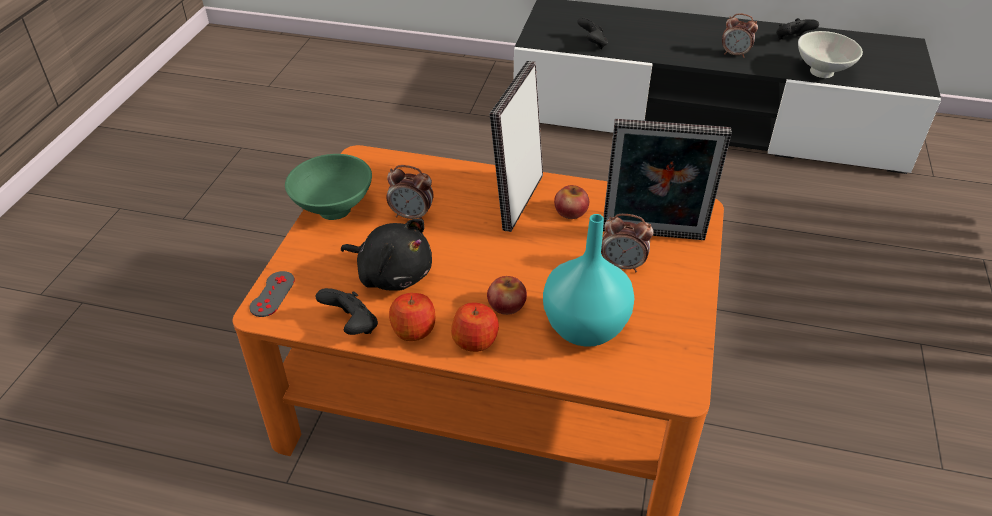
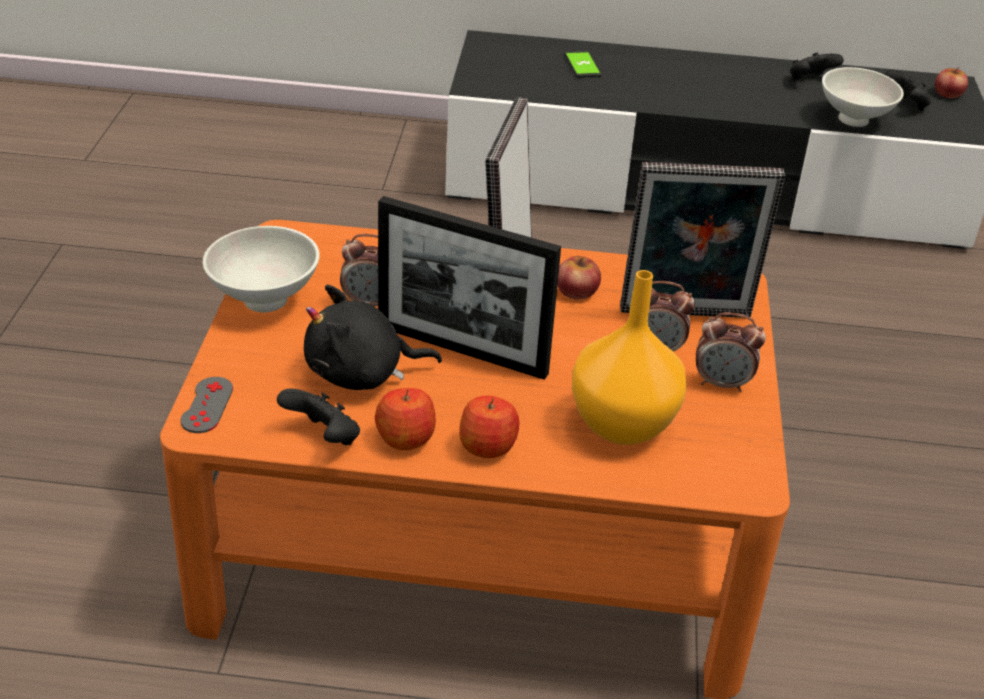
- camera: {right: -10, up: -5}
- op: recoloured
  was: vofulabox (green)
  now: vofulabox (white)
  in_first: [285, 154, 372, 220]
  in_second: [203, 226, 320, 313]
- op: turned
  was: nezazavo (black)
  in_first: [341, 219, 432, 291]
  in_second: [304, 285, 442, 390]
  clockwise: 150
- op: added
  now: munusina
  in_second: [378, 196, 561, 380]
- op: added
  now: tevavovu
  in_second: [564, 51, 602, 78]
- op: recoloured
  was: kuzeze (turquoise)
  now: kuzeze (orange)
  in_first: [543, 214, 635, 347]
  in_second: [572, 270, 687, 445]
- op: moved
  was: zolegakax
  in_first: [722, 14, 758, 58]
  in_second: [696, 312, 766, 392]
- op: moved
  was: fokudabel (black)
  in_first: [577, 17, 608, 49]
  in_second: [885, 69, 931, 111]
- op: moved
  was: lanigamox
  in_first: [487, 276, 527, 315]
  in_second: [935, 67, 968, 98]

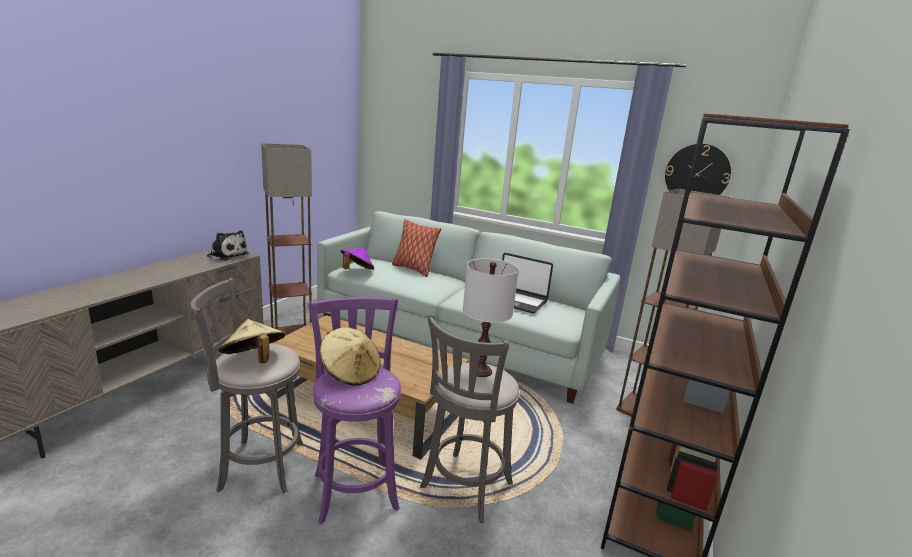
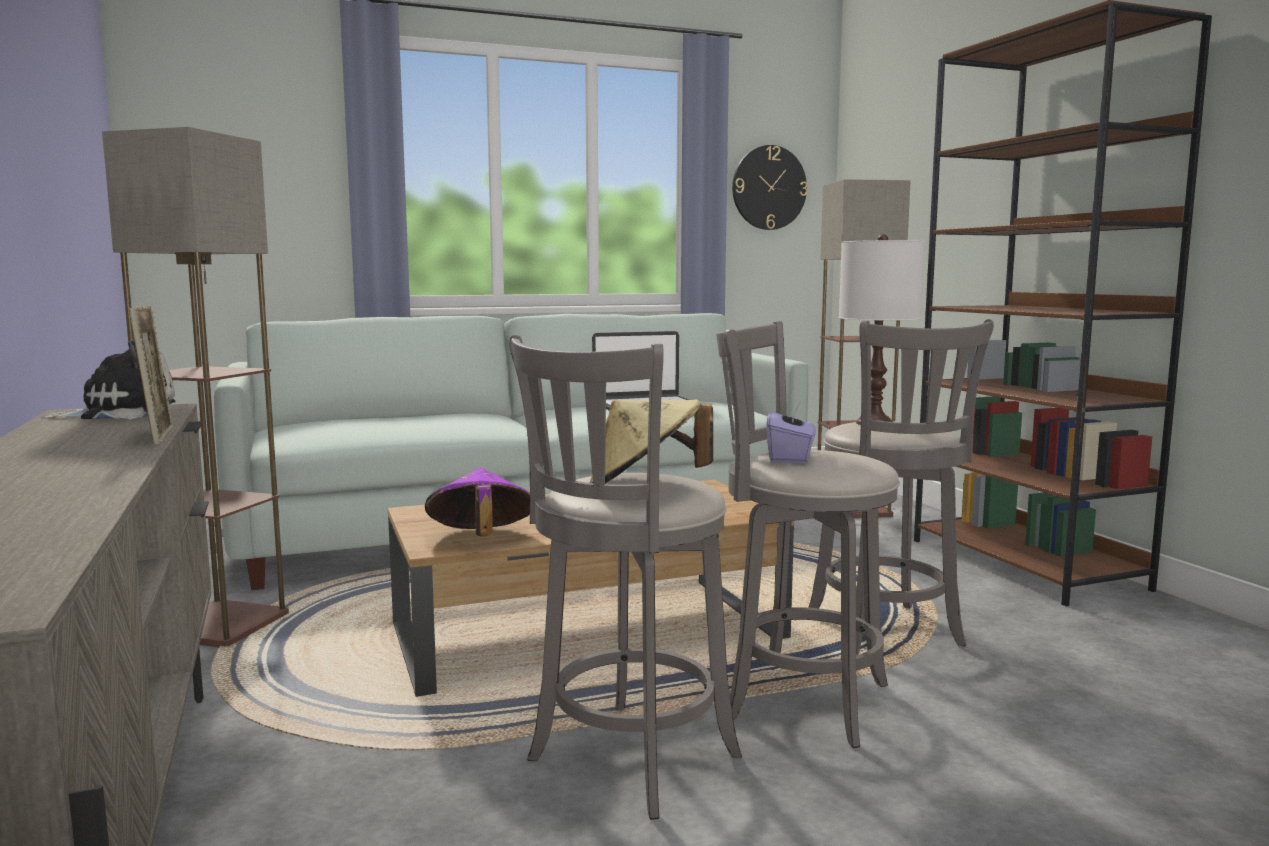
- camera: {right: -45, up: -10}
- op: added
  now: munusina
  in_second: [129, 306, 173, 444]
- op: moved
  was: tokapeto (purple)
  in_first: [341, 248, 374, 270]
  in_second: [425, 468, 530, 536]
- op: recoloured
  was: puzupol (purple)
  now: puzupol (grey)
  in_first: [308, 297, 401, 524]
  in_second: [716, 321, 900, 748]
- op: replaced
  was: tokapeto (beige)
  now: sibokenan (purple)
  in_first: [320, 327, 381, 386]
  in_second: [766, 401, 816, 463]
- op: removed
  was: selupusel
  in_first: [392, 219, 441, 277]

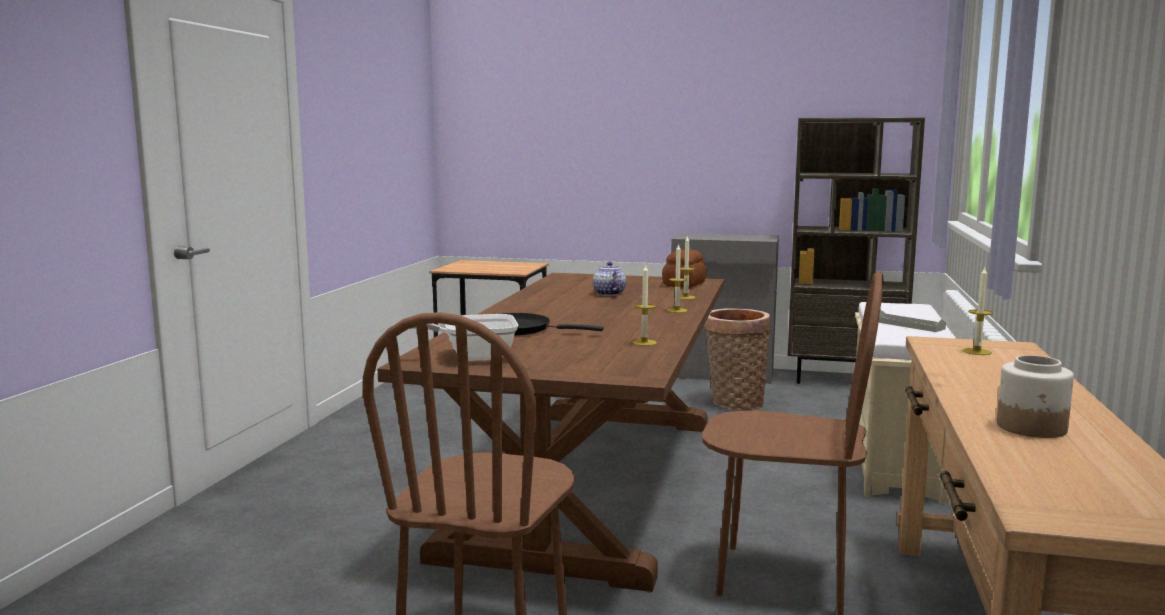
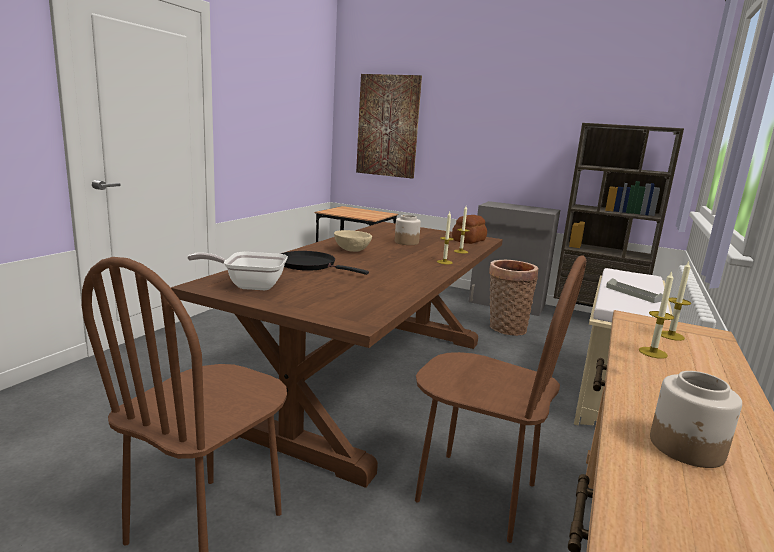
- camera: {right: 10, up: 5}
- op: added
  now: vofulabox (beige)
  in_second: [334, 230, 372, 252]
- op: added
  now: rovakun
  in_second: [356, 74, 422, 179]
- op: replaced
  was: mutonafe
  now: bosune
  in_first: [593, 262, 626, 296]
  in_second: [395, 215, 421, 245]
- op: moved
  was: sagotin
  in_first: [632, 265, 657, 346]
  in_second: [639, 271, 675, 359]

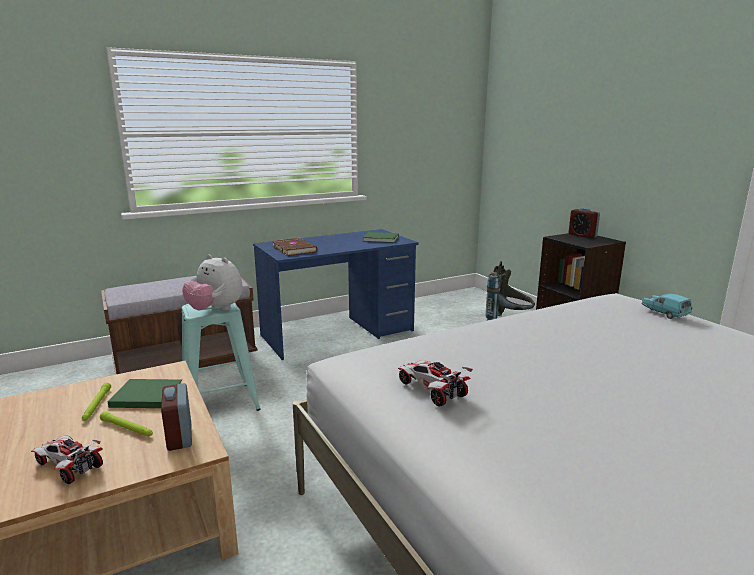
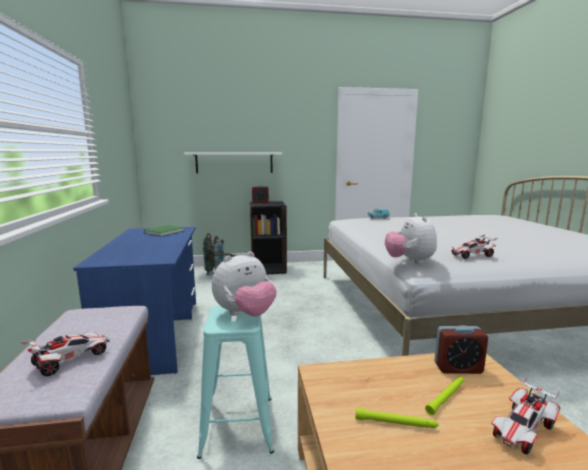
- camera: {right: -70, up: -5}
- op: added
  now: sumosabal
  in_second: [21, 332, 109, 376]
- op: added
  now: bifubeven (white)
  in_second: [184, 152, 282, 173]
- op: added
  now: nezazavo
  in_second: [385, 213, 437, 264]
- op: removed
  was: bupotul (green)
  in_first: [107, 379, 182, 408]
- op: removed
  was: bupotul (brown)
  in_first: [272, 238, 317, 256]

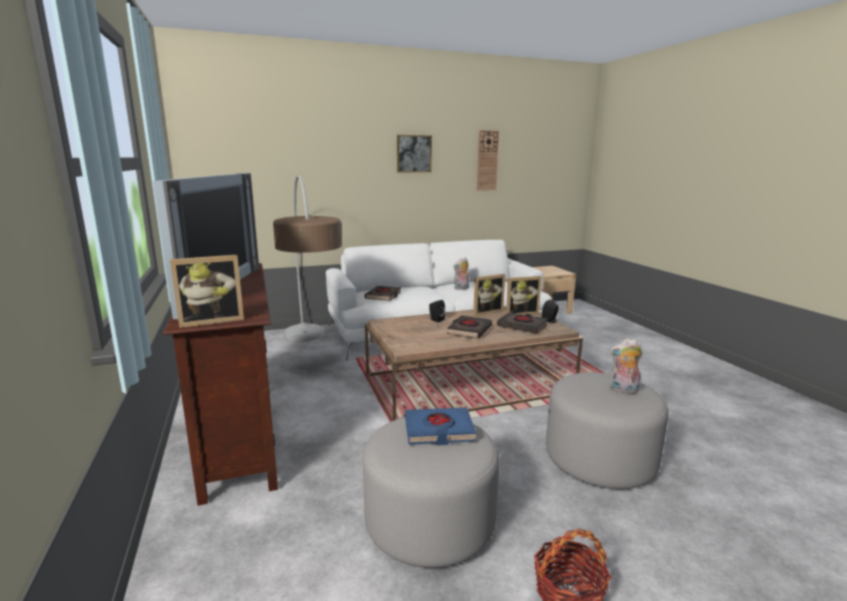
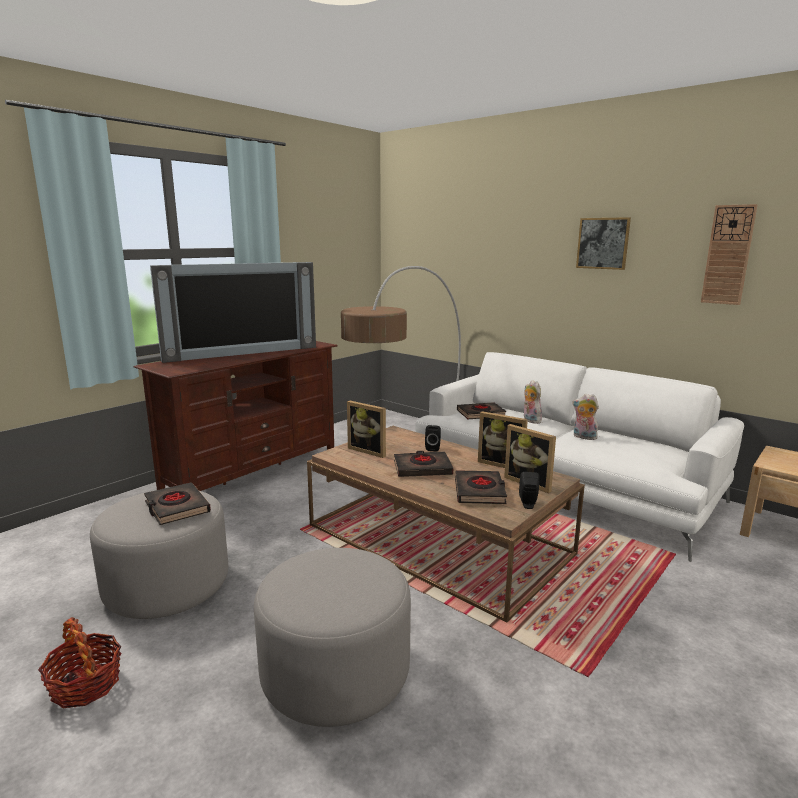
- camera: {right: 60, up: 0}
- op: recoloured
  was: bupotul (blue)
  now: bupotul (black)
  in_first: [405, 407, 476, 445]
  in_second: [144, 482, 211, 525]
- op: moved
  was: munusina
  in_first: [170, 255, 244, 328]
  in_second: [347, 401, 386, 458]
- op: moved
  was: nezazavo
  in_first: [609, 339, 643, 394]
  in_second: [524, 380, 542, 424]

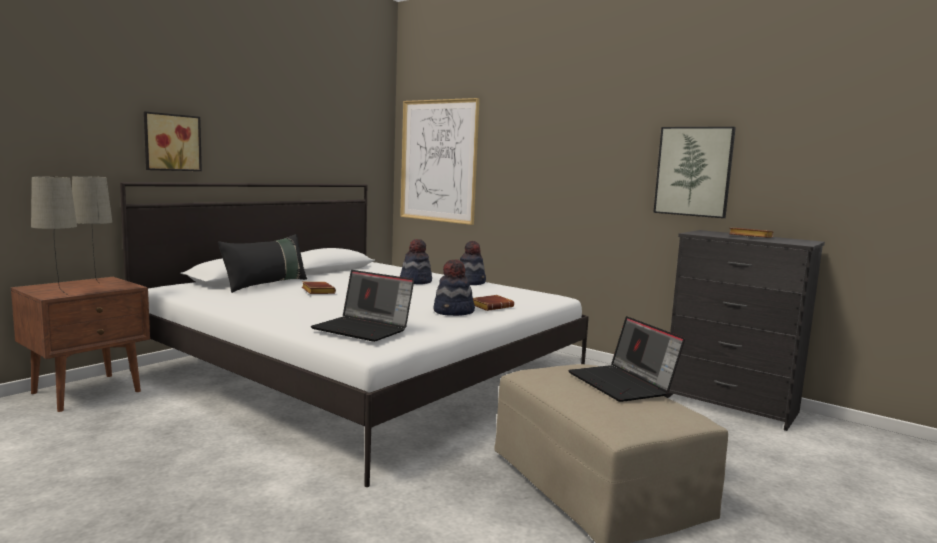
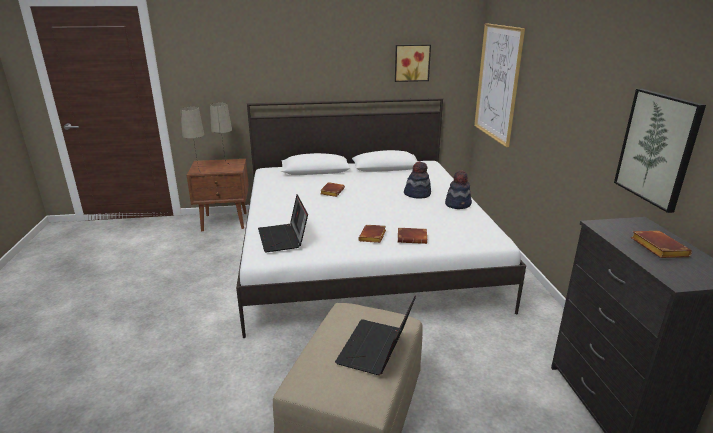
- camera: {right: 45, up: 15}
- op: replaced
  was: tokapeto
  now: bupotul (brown)
  in_first: [433, 260, 475, 316]
  in_second: [358, 225, 386, 243]
- op: moved
  was: rovakun
  in_first: [144, 111, 202, 171]
  in_second: [395, 44, 431, 82]
- op: removed
  was: selupusel (black)
  in_first: [218, 234, 307, 293]

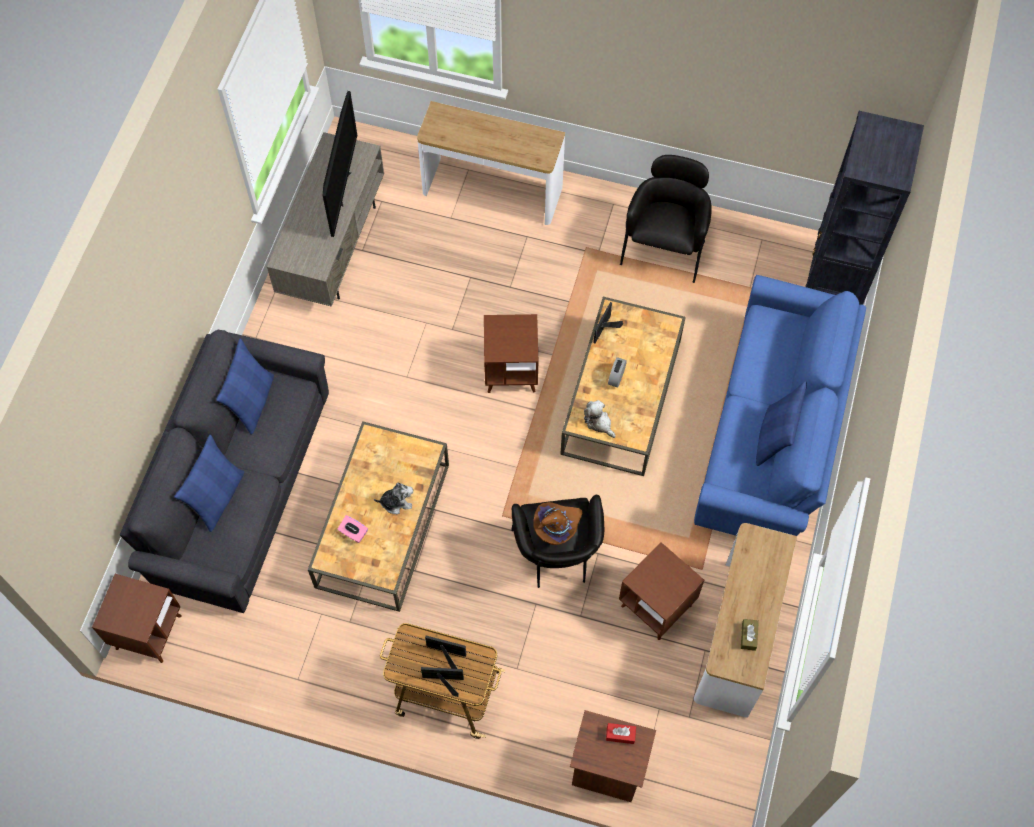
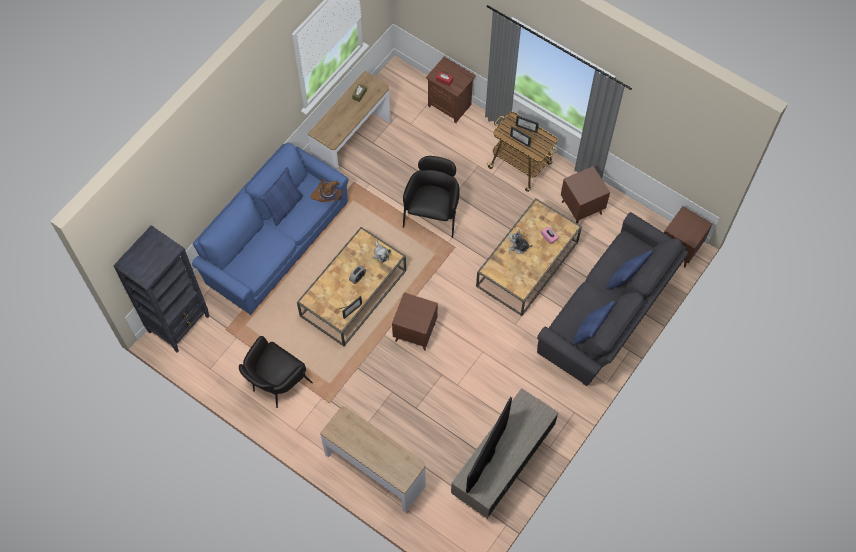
- camera: {right: -160, up: 0}
- op: moved
  was: tokapeto (brown)
  in_first: [533, 502, 582, 545]
  in_second: [310, 179, 342, 202]
- op: moved
  was: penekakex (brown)
  in_first: [619, 542, 704, 640]
  in_second: [561, 166, 610, 224]

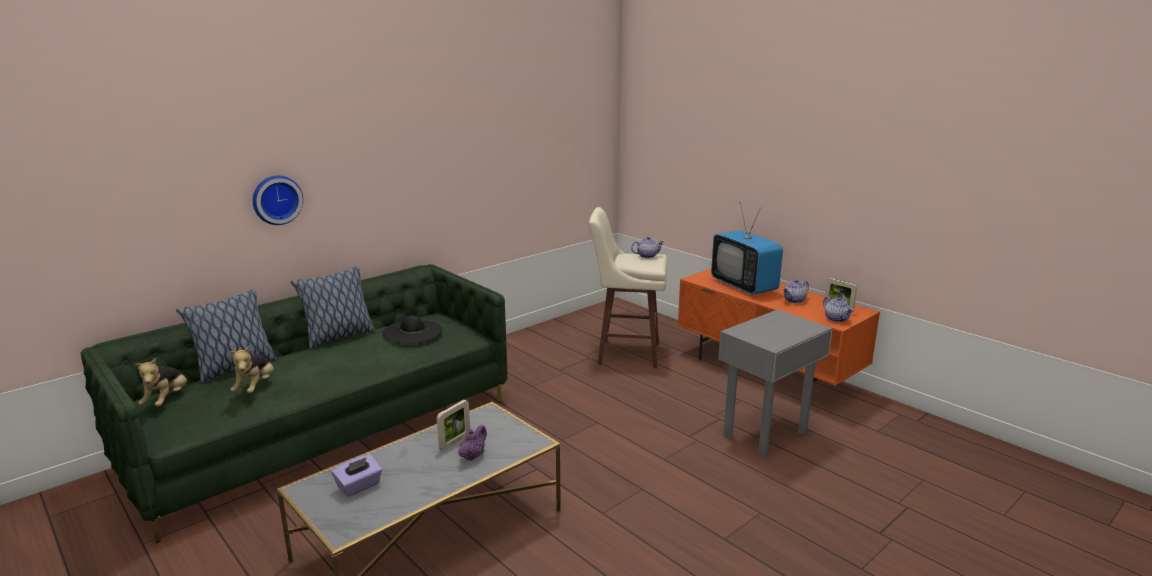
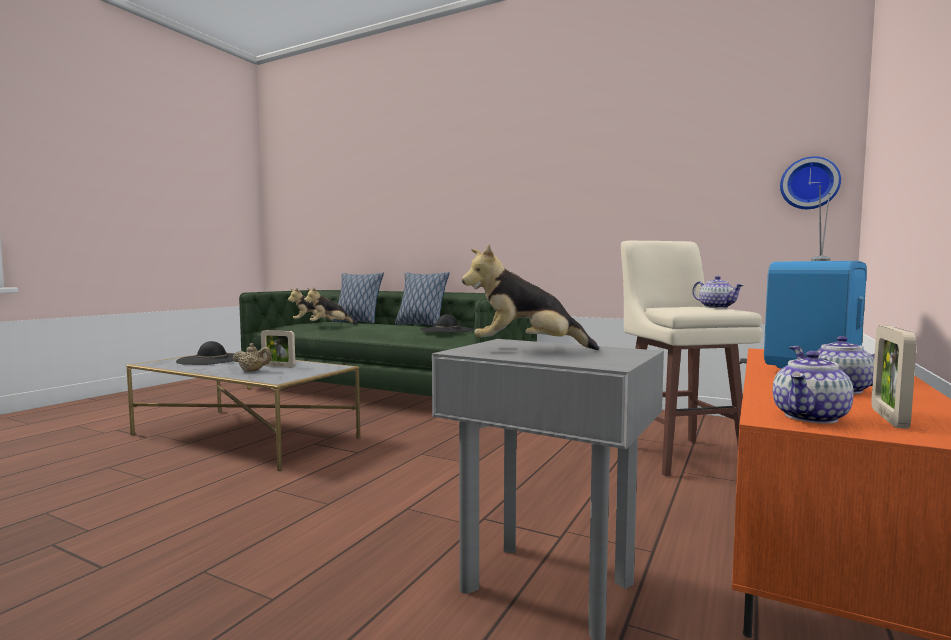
- camera: {right: 70, up: -15}
- op: replaced
  was: sibokenan (purple)
  now: tokapeto (black)
  in_first: [332, 455, 382, 497]
  in_second: [176, 341, 234, 365]
- op: recoloured
  was: mutonafe (purple)
  now: mutonafe (beige)
  in_first: [458, 425, 487, 461]
  in_second: [233, 343, 272, 372]
- op: added
  now: nezazavo
  in_second: [462, 244, 599, 350]
- op: moved
  was: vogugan
  in_first: [253, 175, 303, 225]
  in_second: [780, 156, 841, 209]

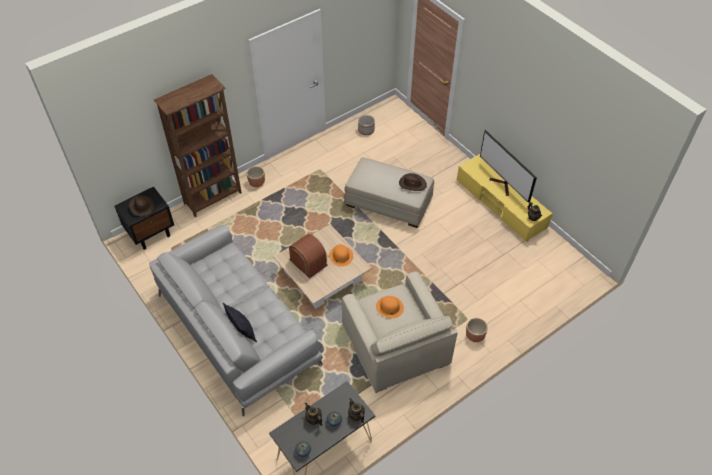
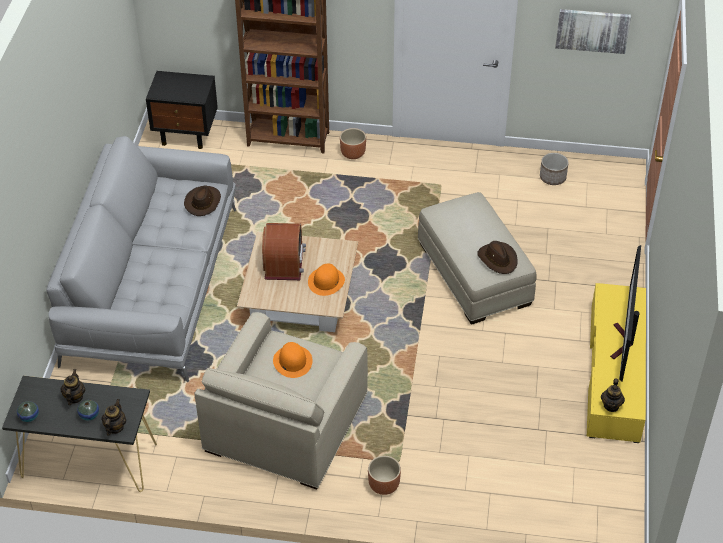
- camera: {right: 45, up: -5}
- op: moved
  was: tokapeto (brown)
  in_first: [129, 195, 154, 217]
  in_second: [184, 185, 221, 216]
- op: added
  now: rovakun
  in_second: [555, 9, 631, 54]
- op: removed
  was: selupusel
  in_first: [223, 303, 257, 342]

